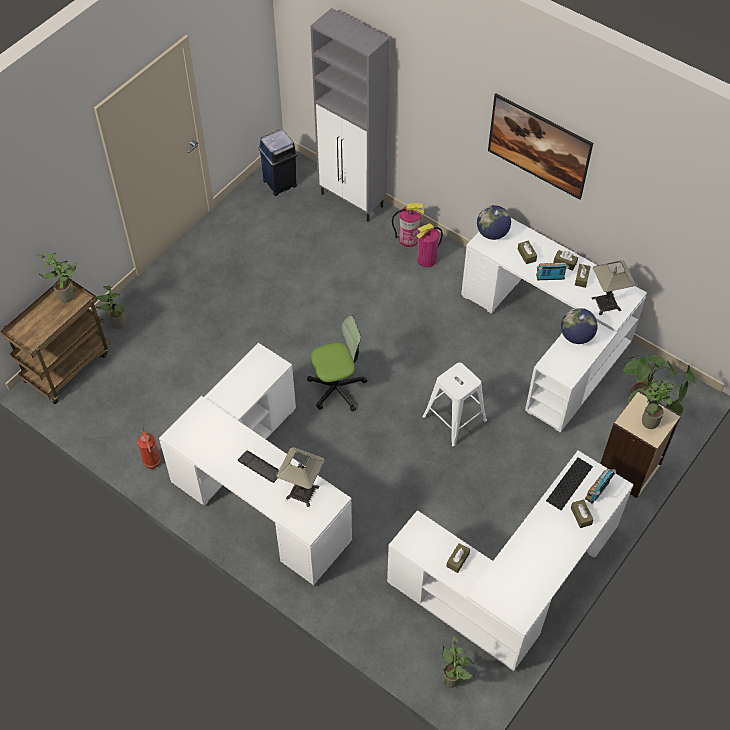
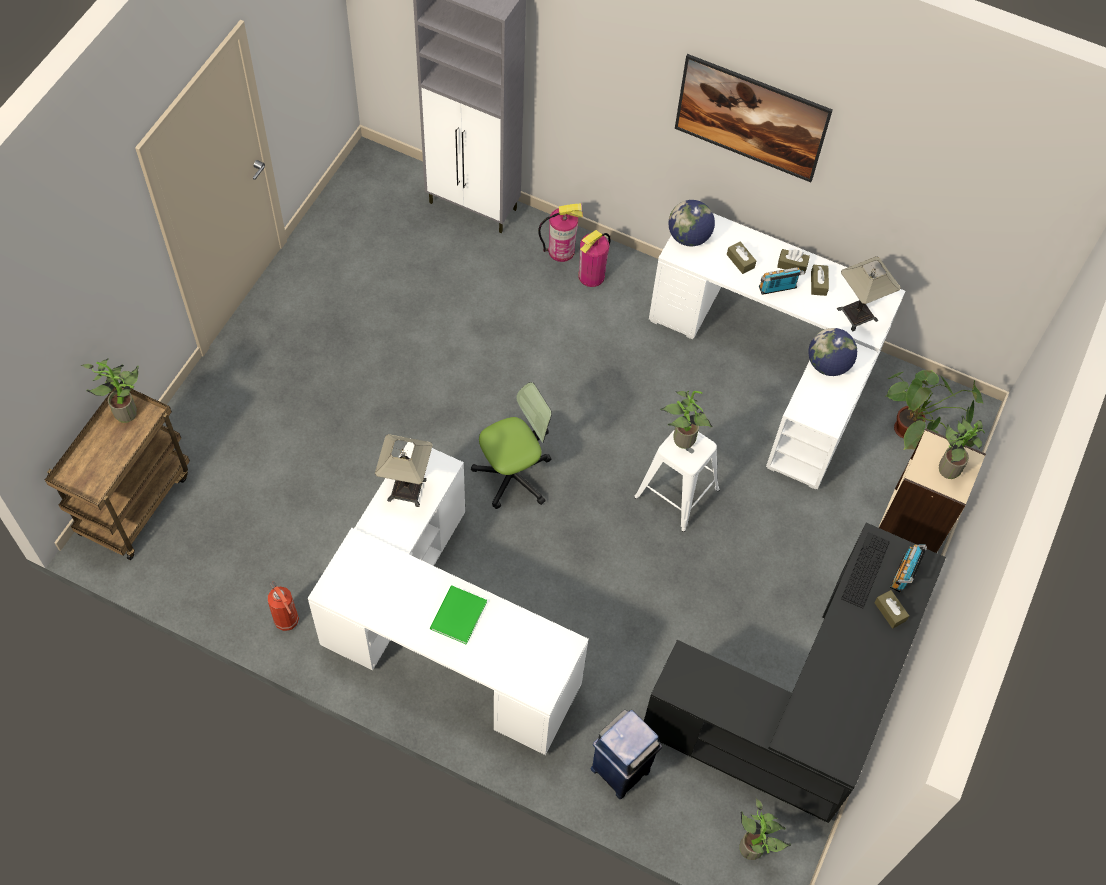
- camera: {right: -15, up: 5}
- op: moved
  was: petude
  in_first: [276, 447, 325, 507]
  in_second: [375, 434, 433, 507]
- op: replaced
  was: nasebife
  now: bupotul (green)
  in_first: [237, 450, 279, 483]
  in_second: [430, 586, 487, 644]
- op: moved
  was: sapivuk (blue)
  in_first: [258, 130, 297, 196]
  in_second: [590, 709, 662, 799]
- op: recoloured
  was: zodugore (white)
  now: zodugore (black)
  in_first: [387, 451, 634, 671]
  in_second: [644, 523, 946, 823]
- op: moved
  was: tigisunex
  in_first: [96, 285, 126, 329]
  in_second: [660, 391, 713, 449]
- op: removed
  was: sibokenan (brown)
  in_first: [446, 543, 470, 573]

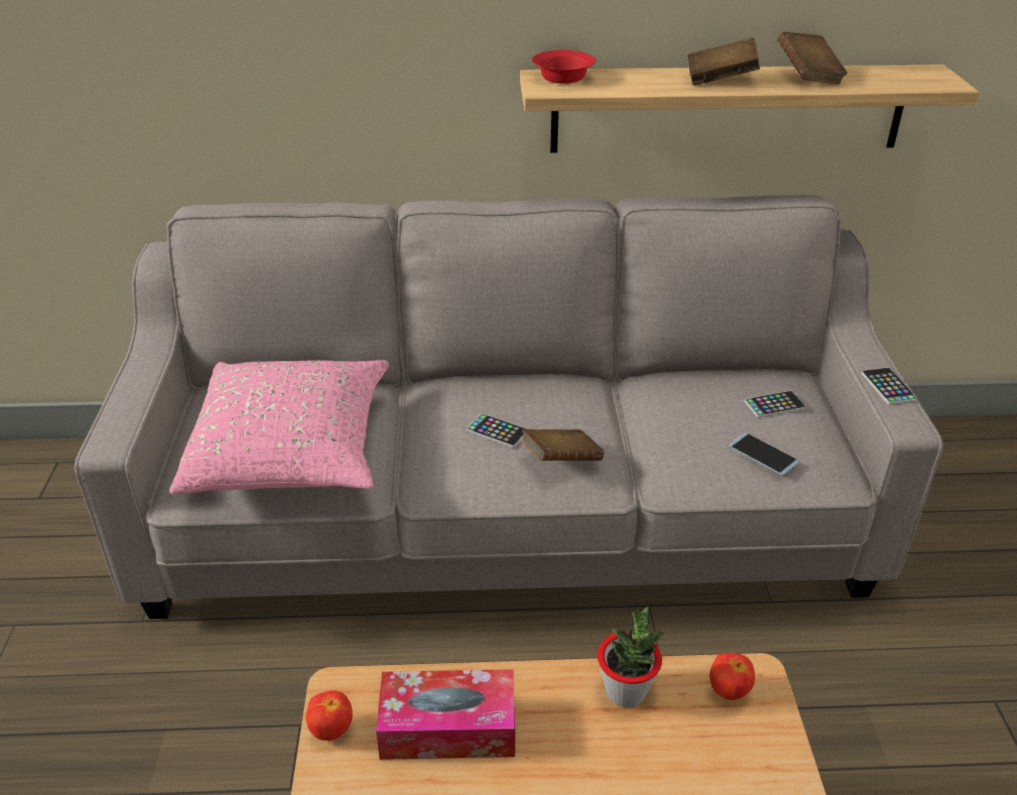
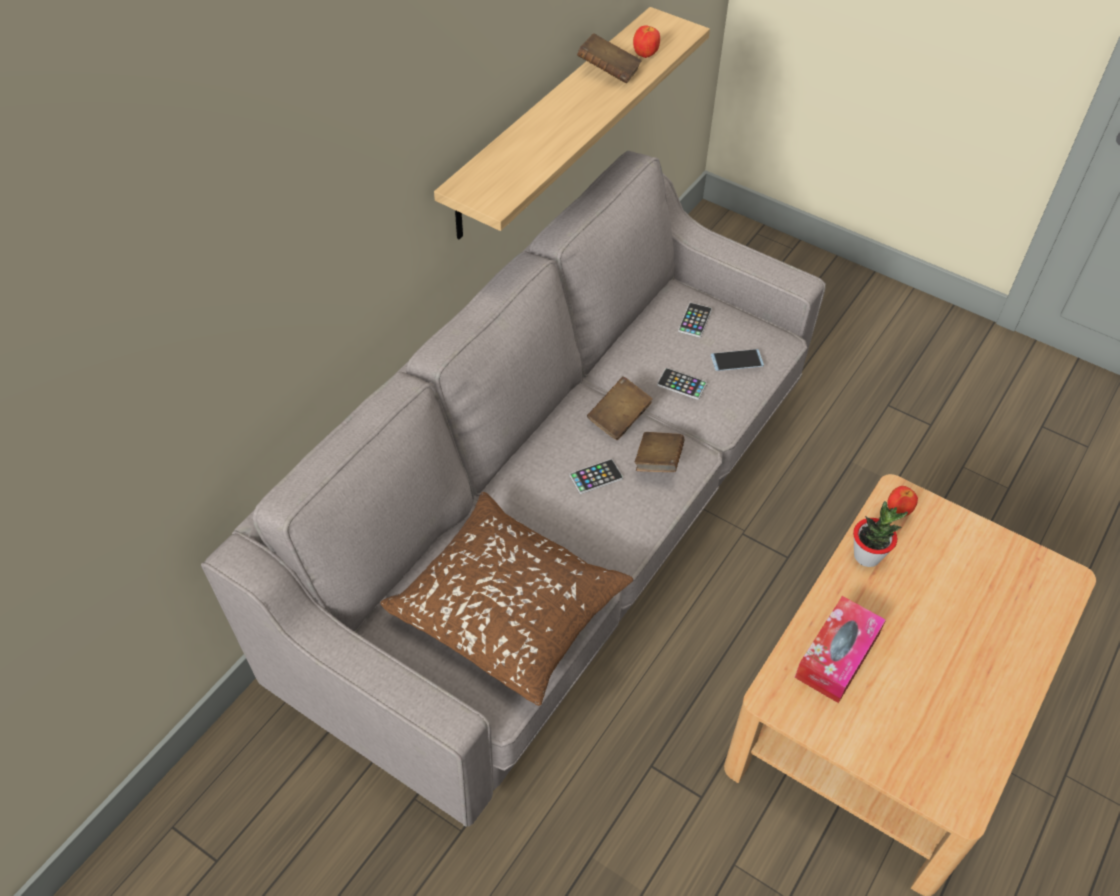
- camera: {right: -55, up: 15}
- op: recoloured
  was: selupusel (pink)
  now: selupusel (brown)
  in_first: [169, 360, 389, 494]
  in_second: [380, 492, 633, 706]
- op: moved
  was: bupotul (brown)
  in_first: [687, 37, 760, 86]
  in_second: [587, 377, 653, 440]
- op: moved
  was: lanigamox
  in_first: [306, 691, 353, 741]
  in_second: [633, 25, 660, 58]
- op: moved
  was: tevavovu
  in_first: [861, 367, 918, 405]
  in_second: [657, 368, 707, 400]
- op: removed
  was: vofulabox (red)
  in_first: [532, 50, 596, 84]

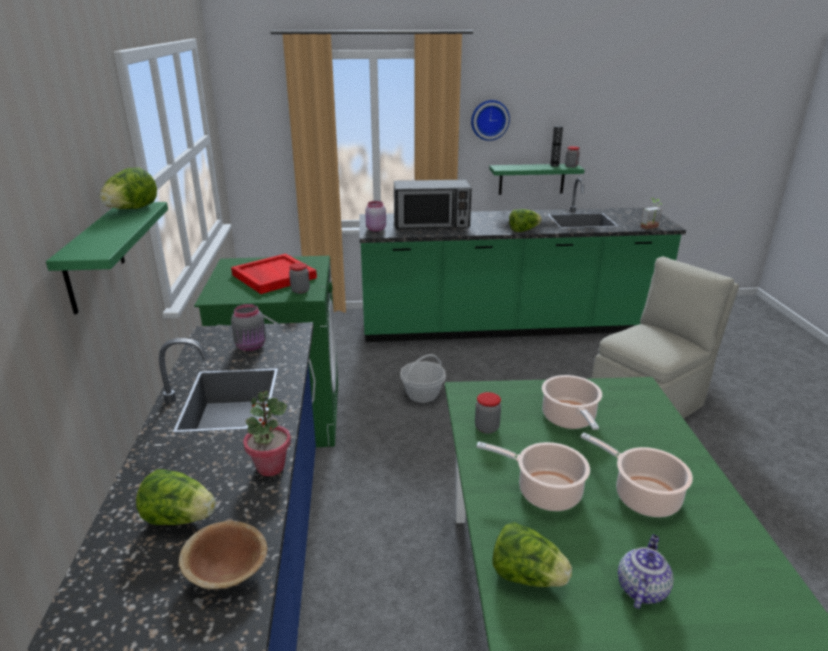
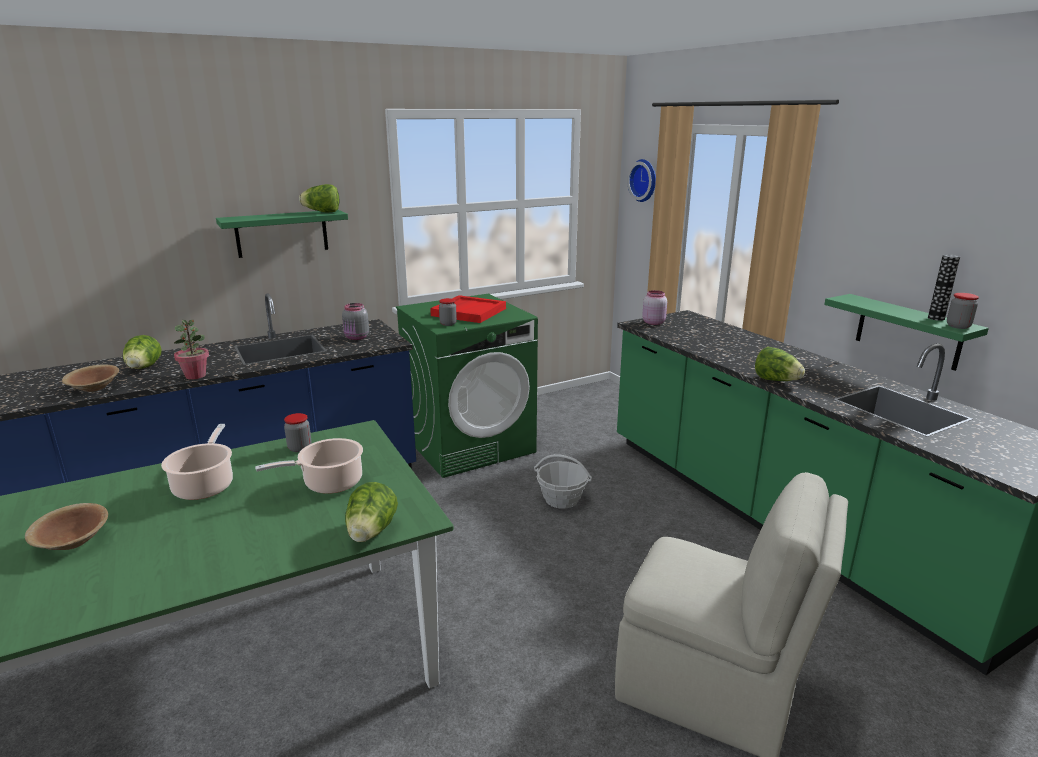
- camera: {right: 65, up: -5}
- op: replaced
  was: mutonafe
  now: vofulabox (brown)
  in_first: [618, 534, 674, 609]
  in_second: [25, 503, 108, 550]
- op: moved
  was: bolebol
  in_first: [492, 522, 572, 587]
  in_second: [345, 482, 398, 542]
- op: moved
  was: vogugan
  in_first: [471, 100, 510, 141]
  in_second: [627, 159, 656, 202]
- op: removed
  was: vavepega
  in_first: [394, 180, 472, 229]
- op: removed
  was: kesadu
  in_first: [580, 433, 693, 517]
- op: removed
  was: tigisunex
  in_first: [641, 198, 662, 229]

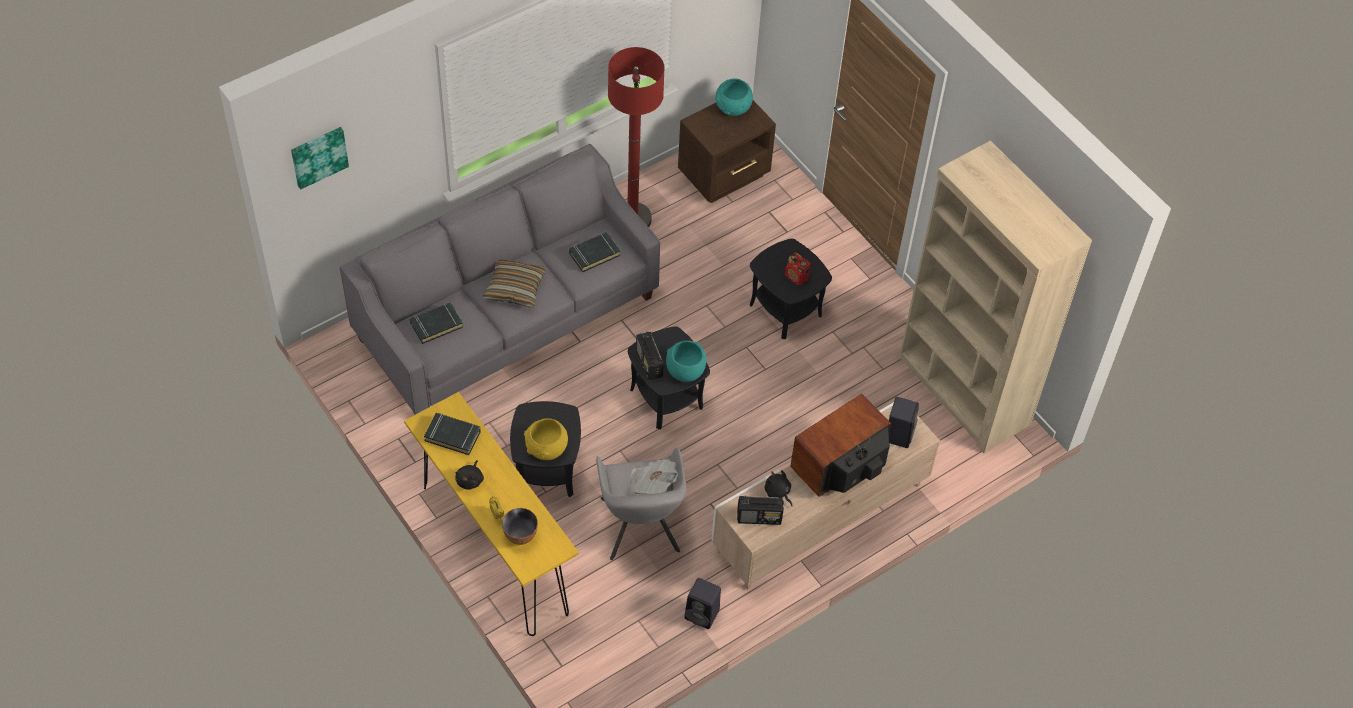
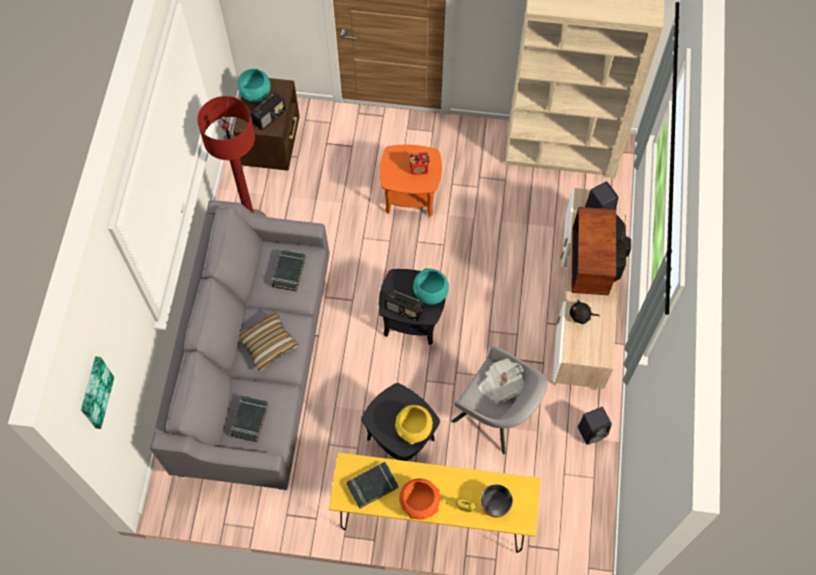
- camera: {right: -45, up: 10}
- op: moved
  was: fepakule
  in_first: [737, 495, 784, 525]
  in_second: [251, 93, 286, 130]
- op: recoloured
  was: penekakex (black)
  now: penekakex (orange)
  in_first: [750, 238, 832, 339]
  in_second: [379, 145, 442, 217]
- op: replaced
  was: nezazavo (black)
  now: vofulabox (orange)
  in_first: [455, 460, 484, 490]
  in_second: [399, 478, 440, 520]

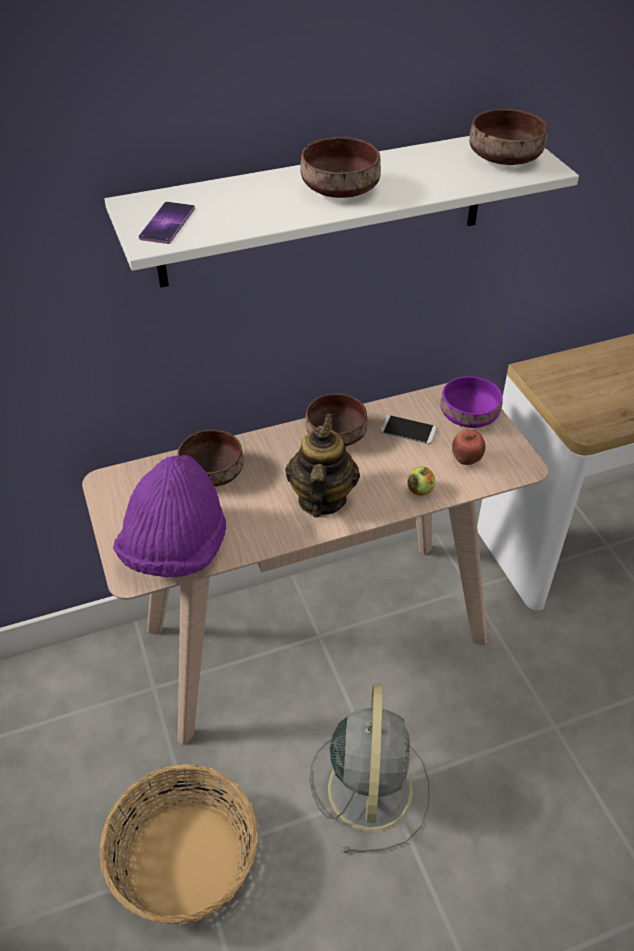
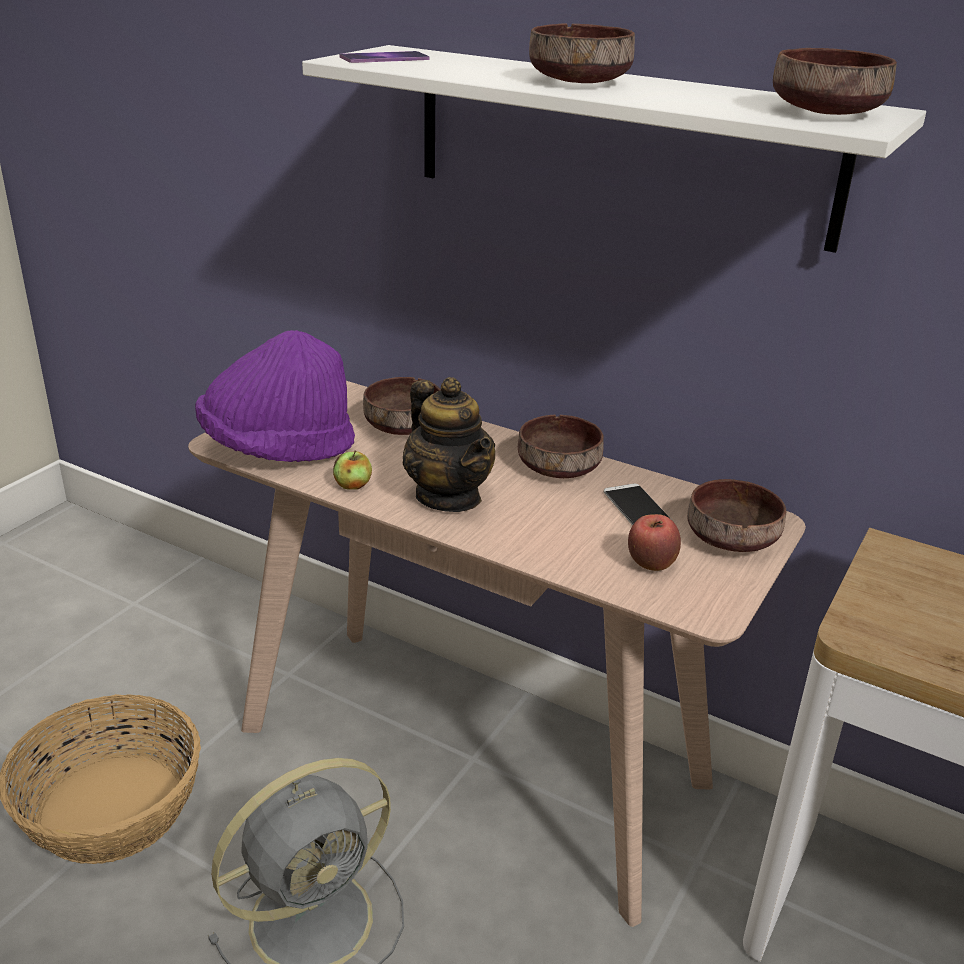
- camera: {right: 50, up: -15}
- op: moved
  was: lanigamox
  in_first: [407, 466, 435, 496]
  in_second: [333, 450, 372, 489]
- op: turned
  was: mutonafe
  in_first: [286, 414, 360, 517]
  in_second: [403, 377, 495, 512]
  clockwise: 90
- op: recoloured
  was: vofulabox (purple)
  now: vofulabox (brown)
  in_first: [440, 376, 503, 428]
  in_second: [687, 479, 787, 552]

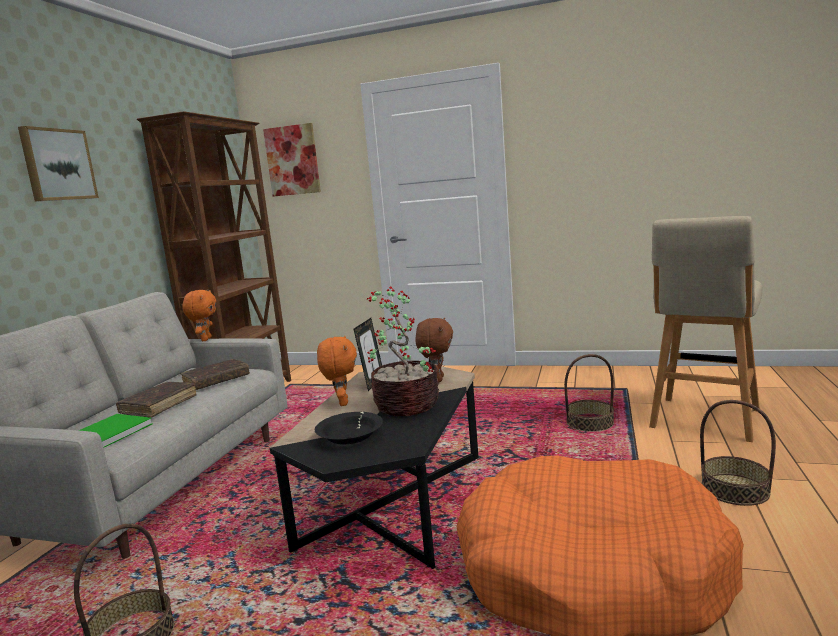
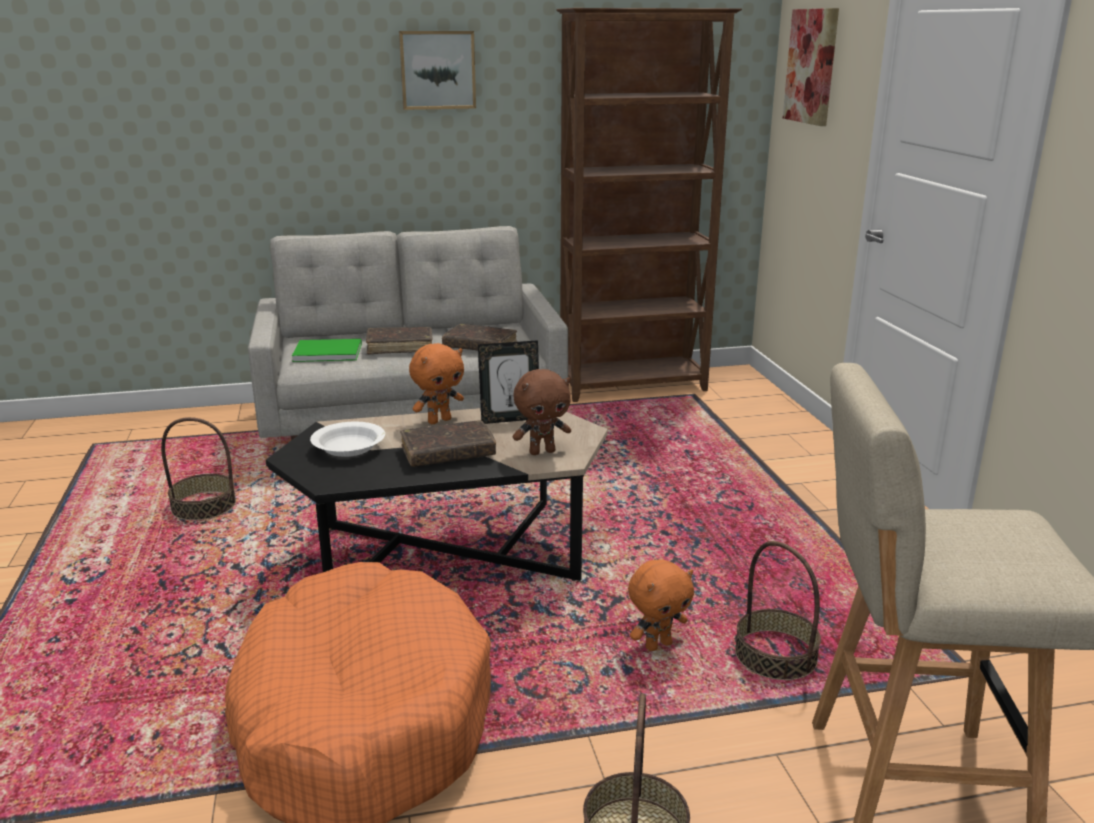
- camera: {right: 60, up: 10}
- op: recoloured
  was: vofulabox (black)
  now: vofulabox (white)
  in_first: [315, 412, 383, 444]
  in_second: [310, 422, 385, 457]
- op: replaced
  was: tigisunex
  now: bupotul (brown)
  in_first: [367, 286, 439, 416]
  in_second: [400, 420, 496, 467]
- op: moved
  was: nezazavo (orange)
  in_first: [182, 290, 216, 341]
  in_second: [628, 560, 694, 651]

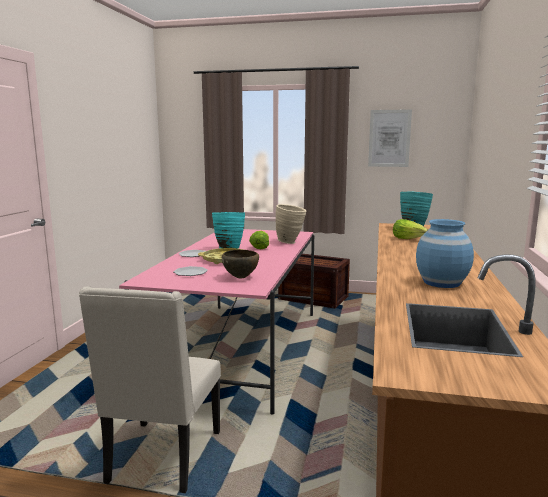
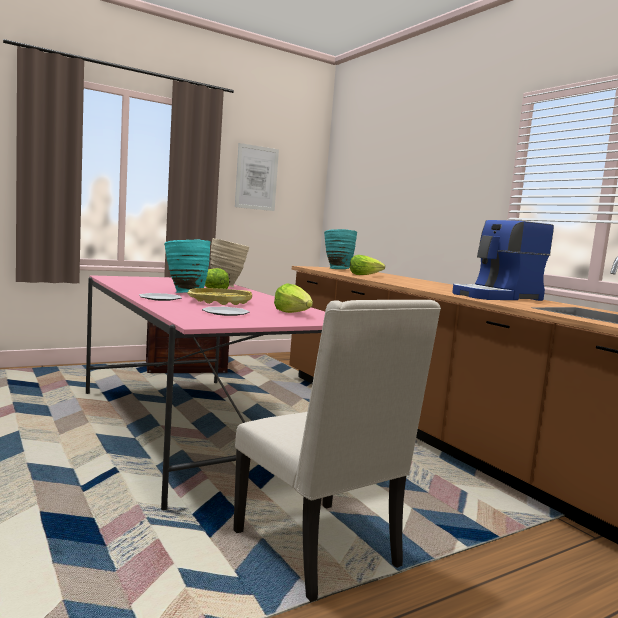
- camera: {right: -45, up: -5}
- op: replaced
  was: vofulabox (brown)
  now: bolebol
  in_first: [222, 250, 259, 278]
  in_second: [274, 283, 313, 313]
- op: replaced
  was: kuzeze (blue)
  now: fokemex
  in_first: [416, 219, 474, 288]
  in_second: [452, 220, 554, 301]

